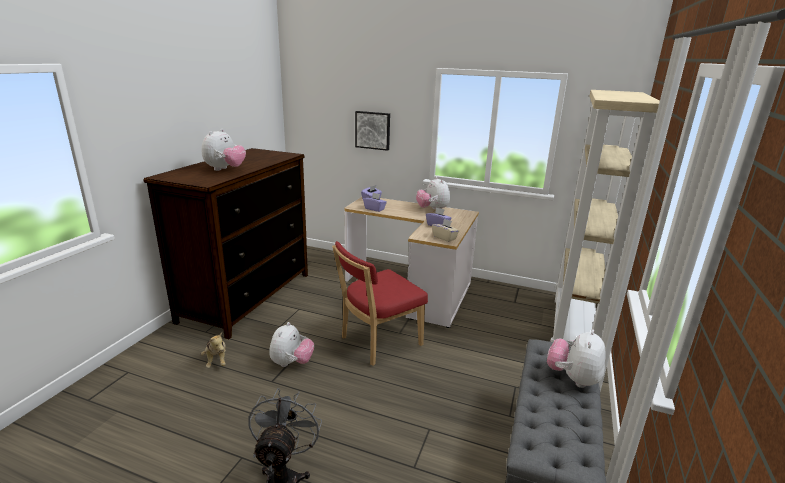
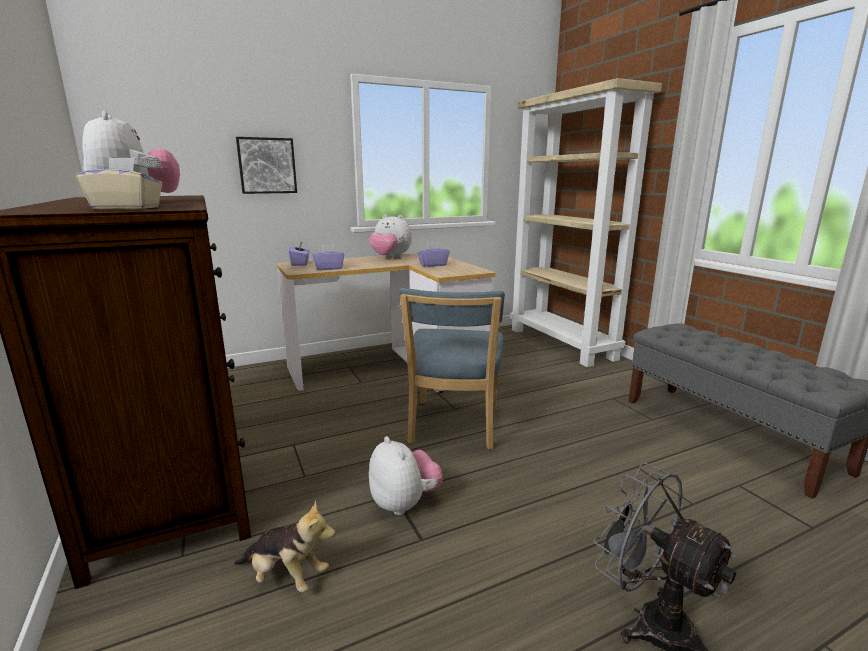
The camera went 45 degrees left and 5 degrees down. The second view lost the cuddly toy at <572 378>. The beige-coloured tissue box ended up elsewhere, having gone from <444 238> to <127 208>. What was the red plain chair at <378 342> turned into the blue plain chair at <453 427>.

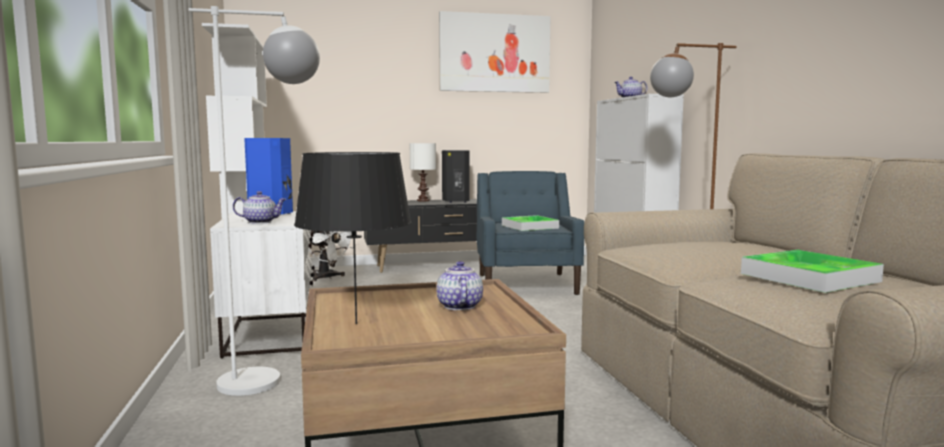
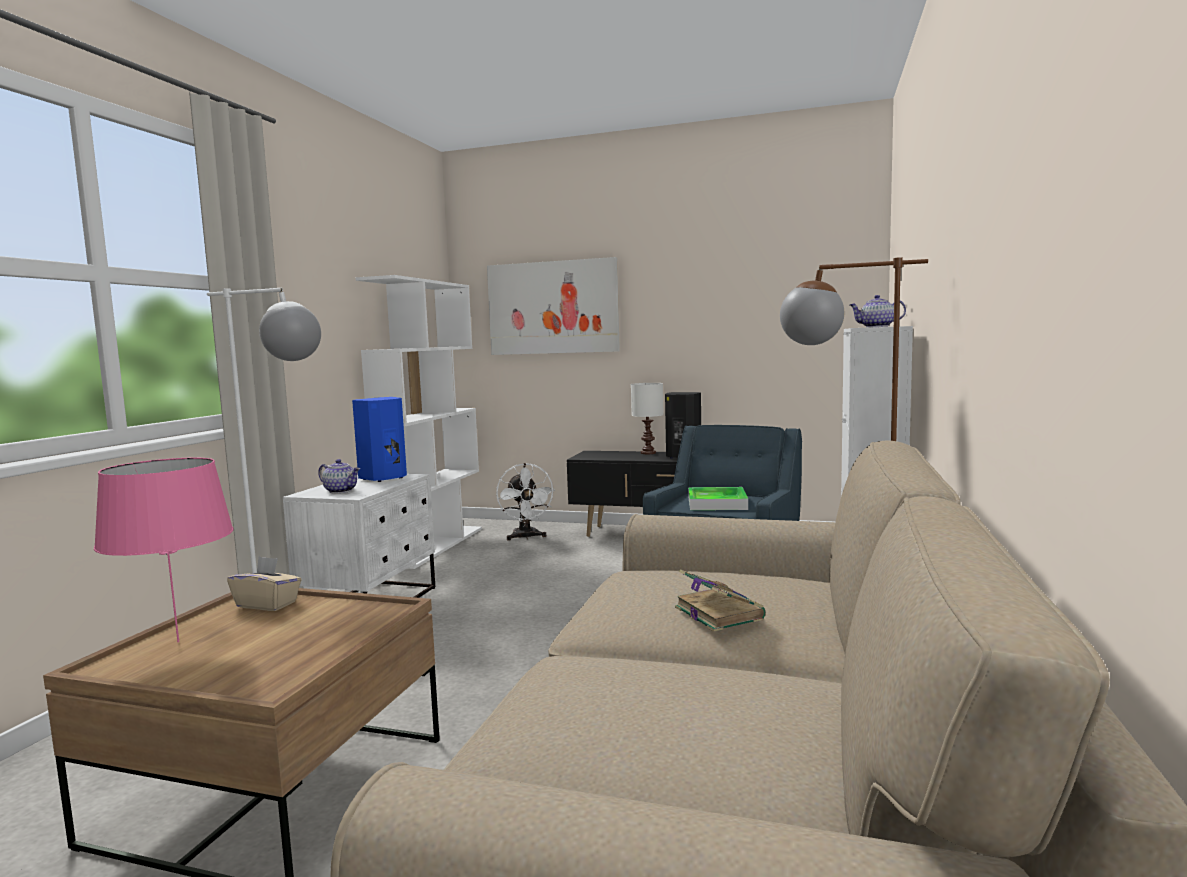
The camera went 30 degrees right and 0 degrees up. The second view lost the pot for tea at <458 306>. The second view lost the carrying tray at <809 277>. The second view gained the beige-coloured tissue box at <267 604>. The second view gained the volume at <717 613>. The picture ended up elsewhere, having gone from <494 53> to <553 307>. What was the blackish tabletop lamp at <356 324> turned into the pink tabletop lamp at <177 642>.

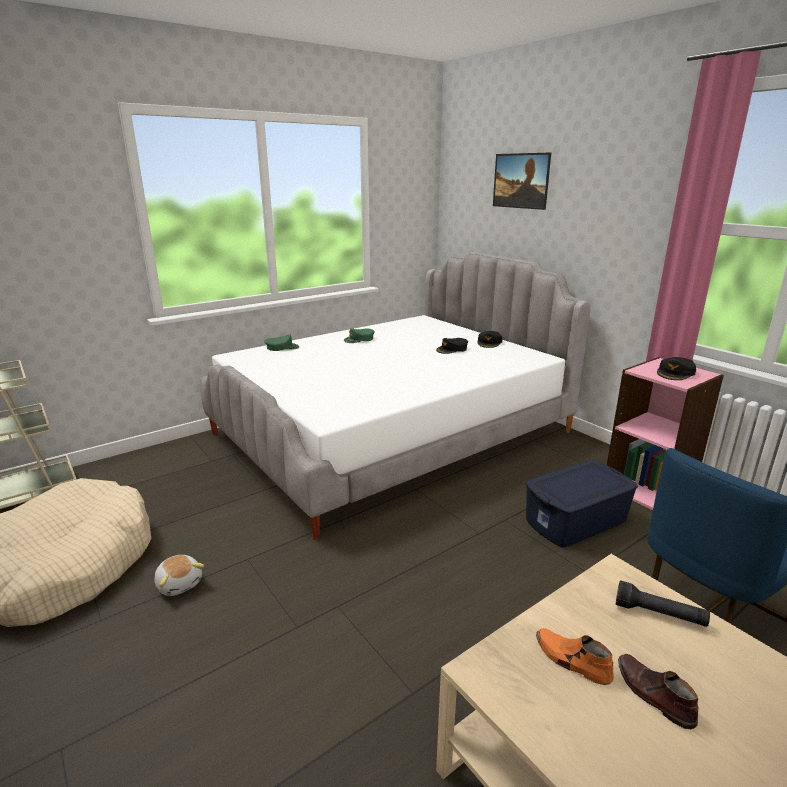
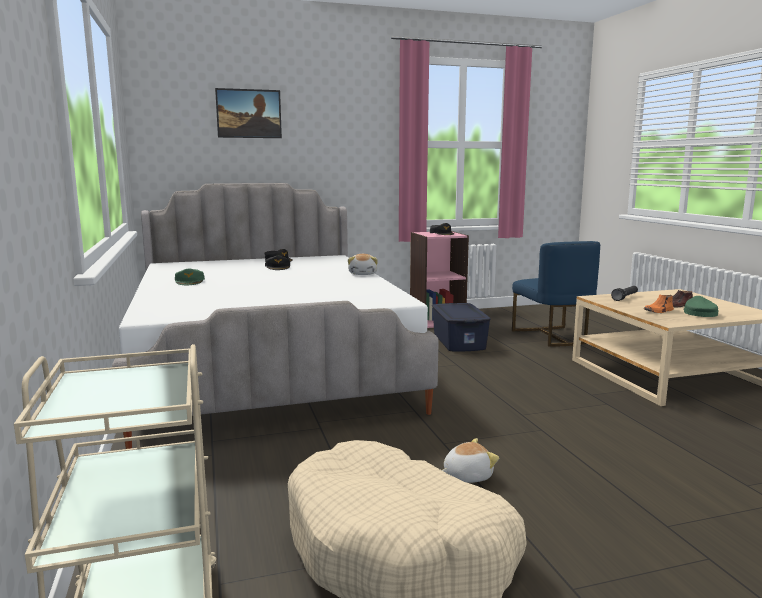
The camera went 70 degrees left and 10 degrees down. The second view gained the cuddly toy at <363 274>. The green-coloured peaked cap ended up elsewhere, having gone from <282 347> to <699 313>.

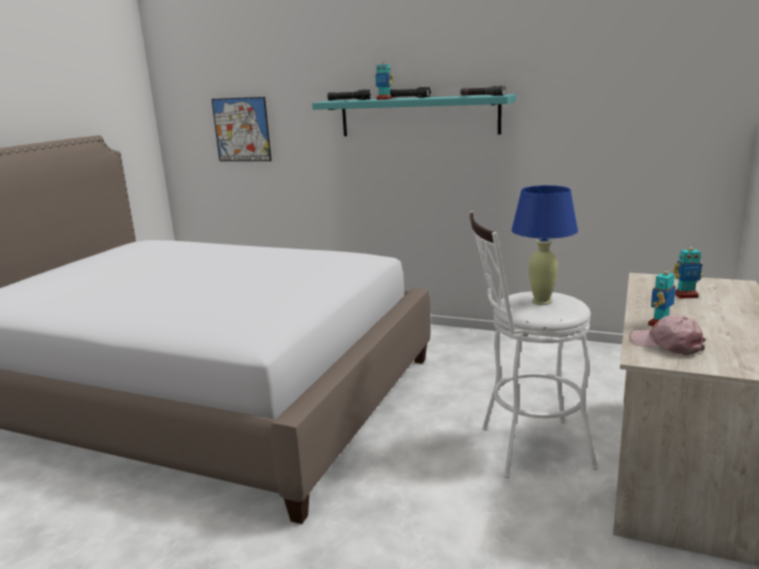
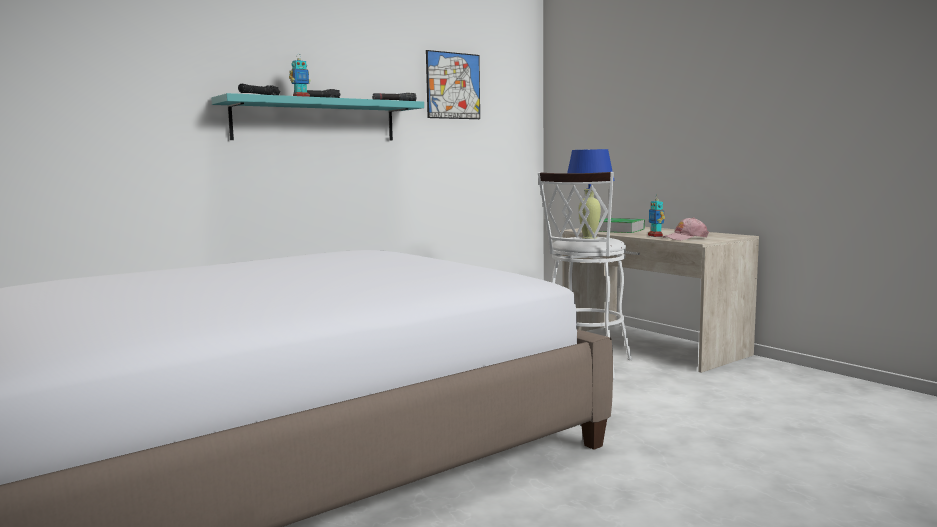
The camera went 60 degrees left and 10 degrees down. The picture ended up elsewhere, having gone from <241 129> to <453 85>. Where the model robot stood at <686 296>, the volume came to stand at <619 230>.

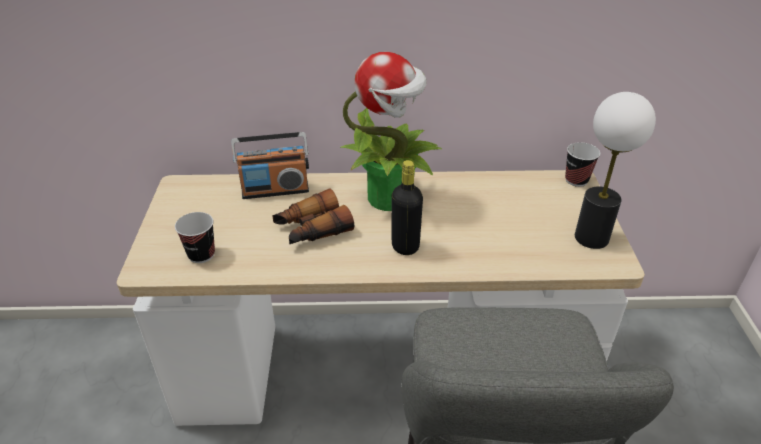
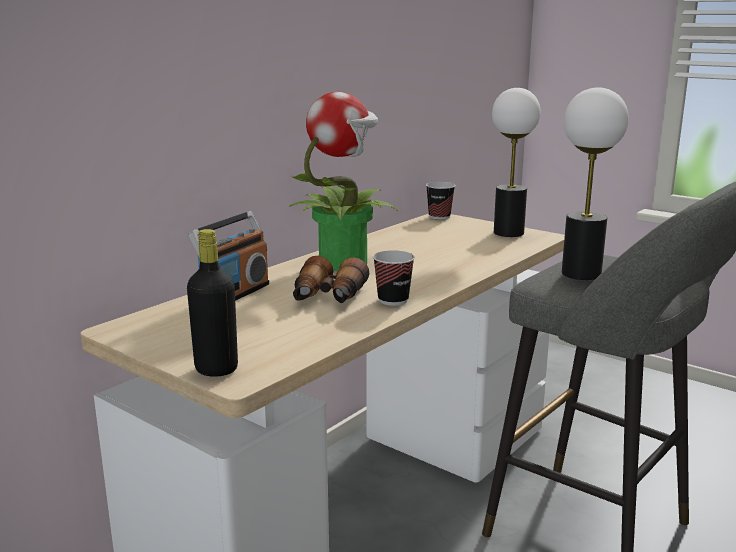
The camera went 50 degrees left and 20 degrees down. The second view gained the tabletop lamp at <580 274>. The cup ended up elsewhere, having gone from <201 255> to <393 300>. The blackish beverage bottle ended up elsewhere, having gone from <405 246> to <216 369>.

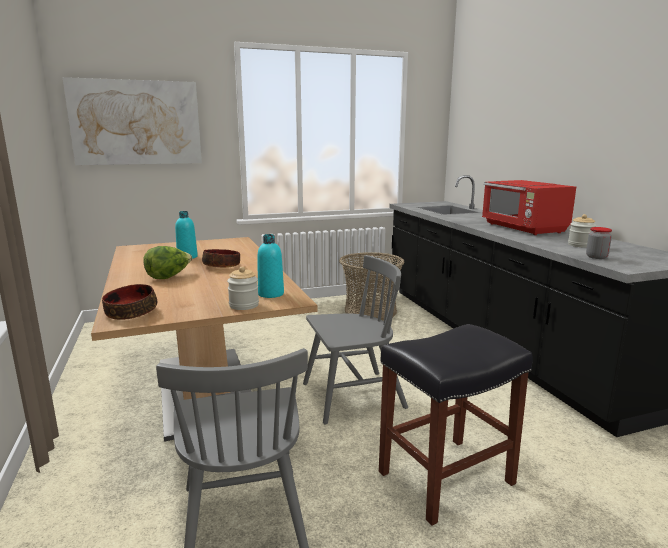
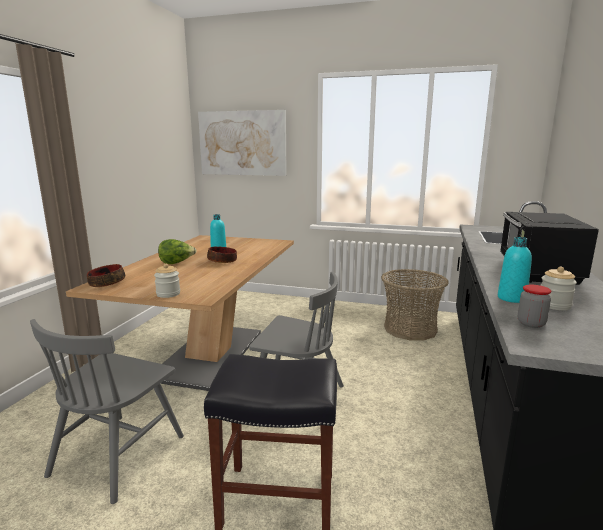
The camera went 35 degrees right and 0 degrees up. The turquoise-coloured beverage bottle ended up elsewhere, having gone from <271 294> to <511 298>. What was the red microwave at <523 228> turned into the blackish microwave at <537 272>.

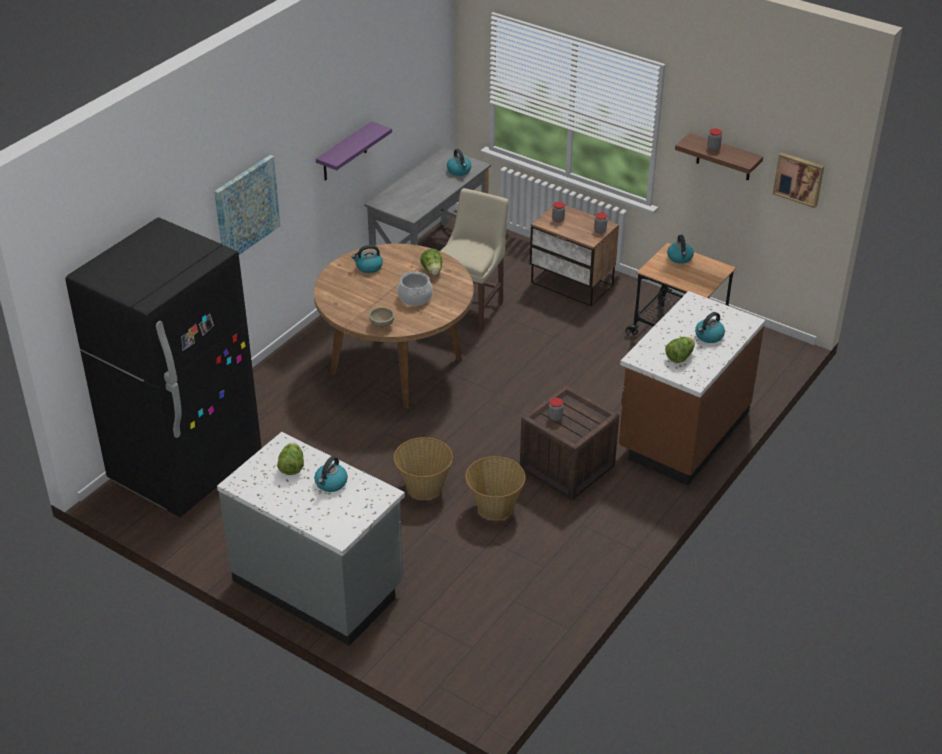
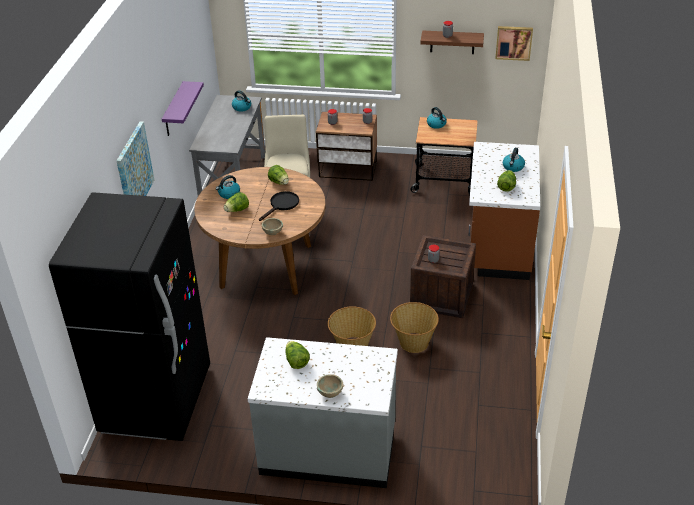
The camera went 25 degrees left and 0 degrees up. The second view lost the water kettle at <331 483>. The second view gained the lettuce at <237 210>. The second view gained the beige-coloured deep dish at <330 393>. Where the cooking pot stood at <415 297>, the blackish skillet came to stand at <282 205>.

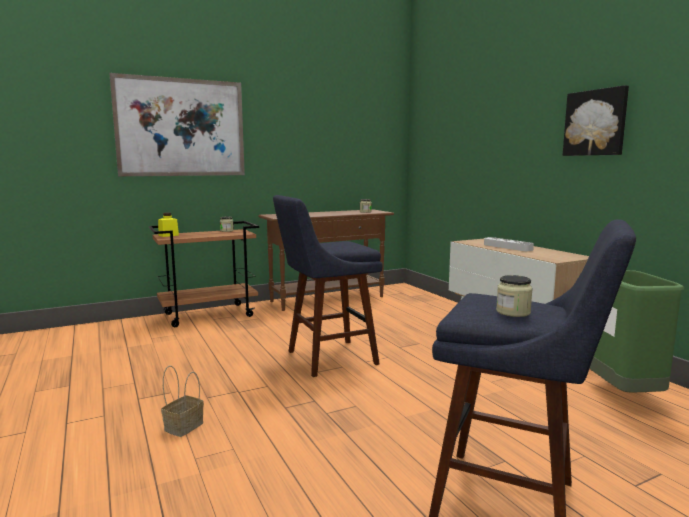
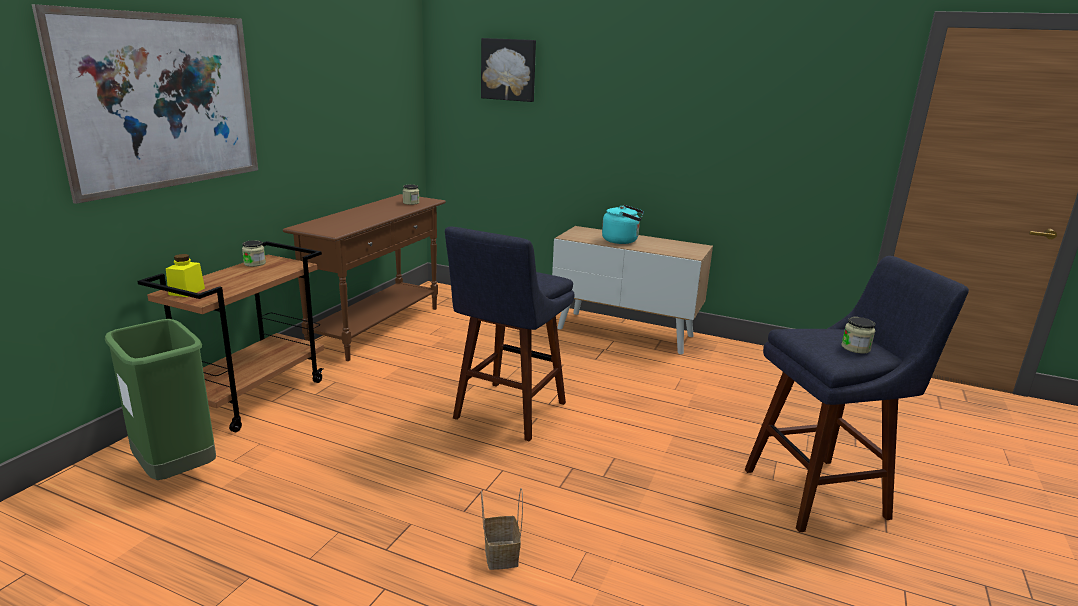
The camera went 40 degrees left and 10 degrees up. The picture ended up elsewhere, having gone from <595 123> to <509 69>. The green-coloured rubbish bin ended up elsewhere, having gone from <623 394> to <177 471>. Where the gray carrying tray stood at <507 247>, the turquoise-coloured water kettle came to stand at <622 241>.

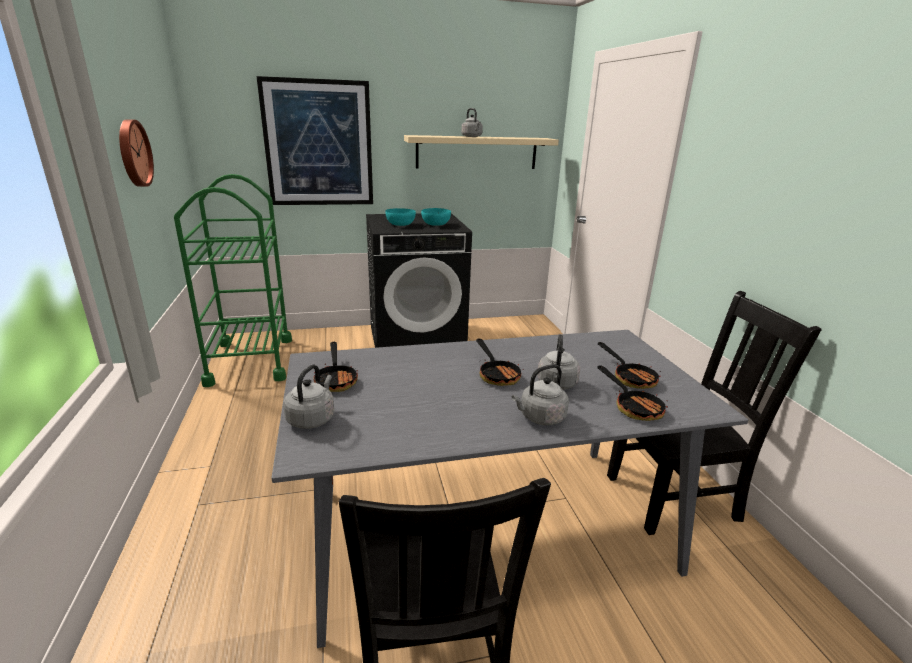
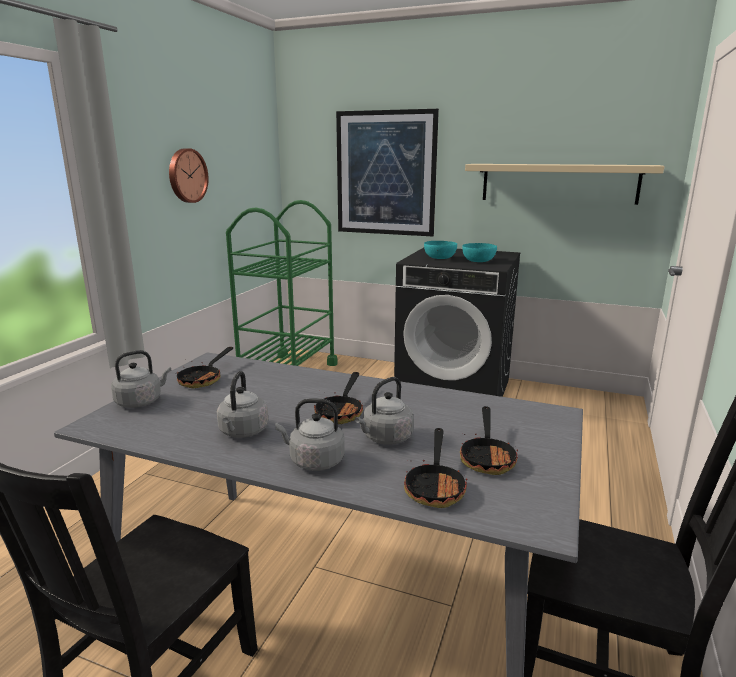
The camera went 35 degrees right and 5 degrees down. The gray water kettle ended up elsewhere, having gone from <472 136> to <242 432>.

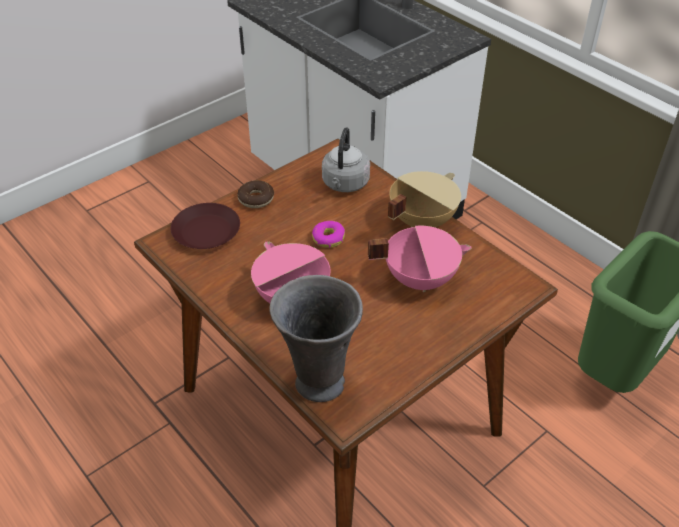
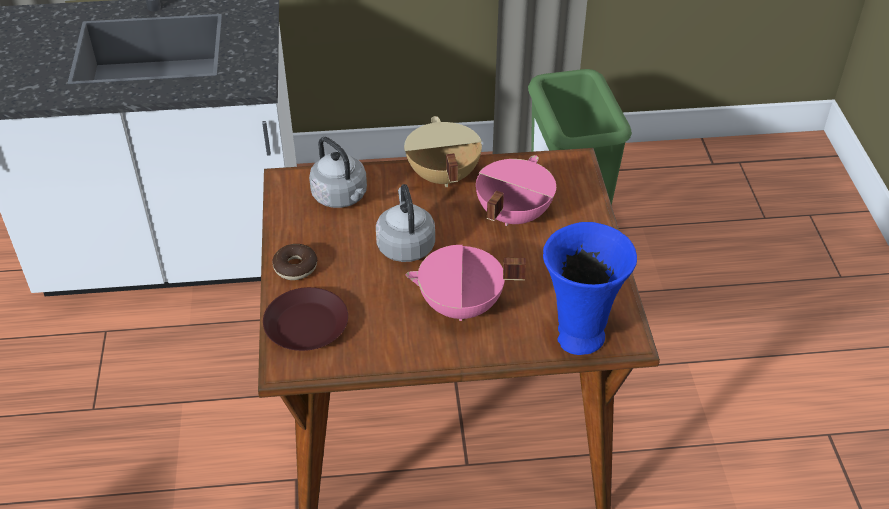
The camera went 55 degrees left and 0 degrees up. Where the doughnut stood at <328 238>, the gray water kettle came to stand at <405 245>. What was the gray vase at <318 383> turned into the blue vase at <578 338>.

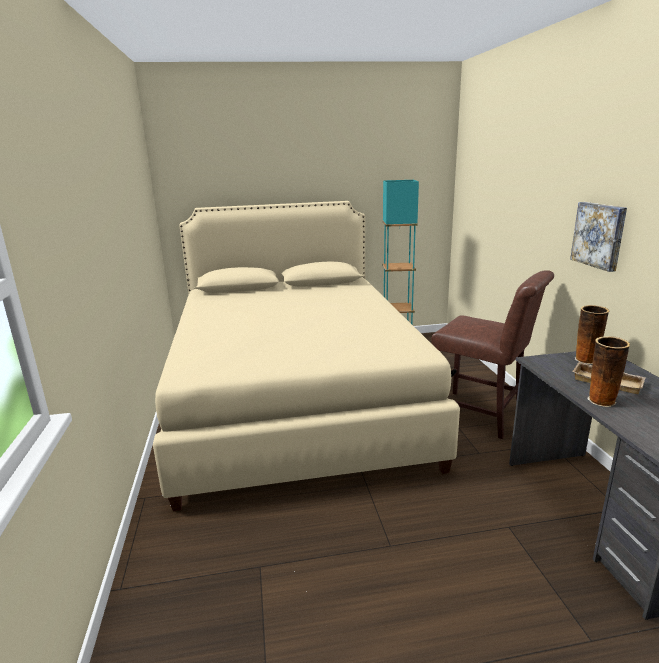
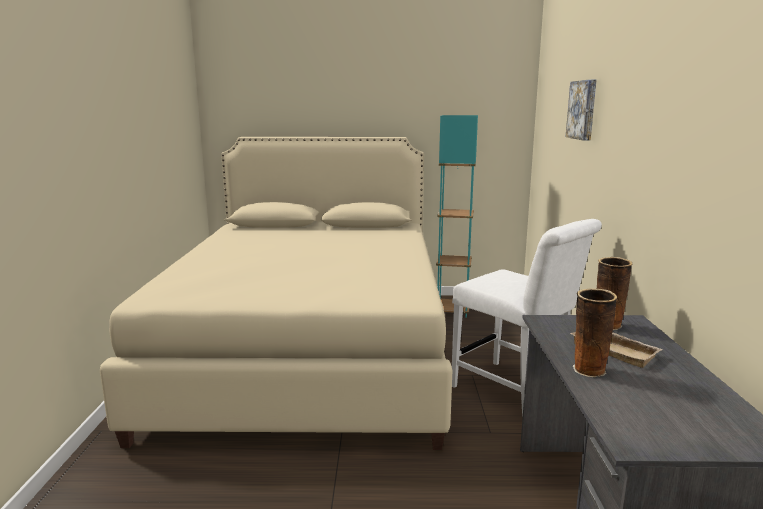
The camera went 10 degrees right and 5 degrees down. The picture ended up elsewhere, having gone from <599 235> to <583 110>. What was the brown plain chair at <481 416> turned into the whitish plain chair at <514 391>.

